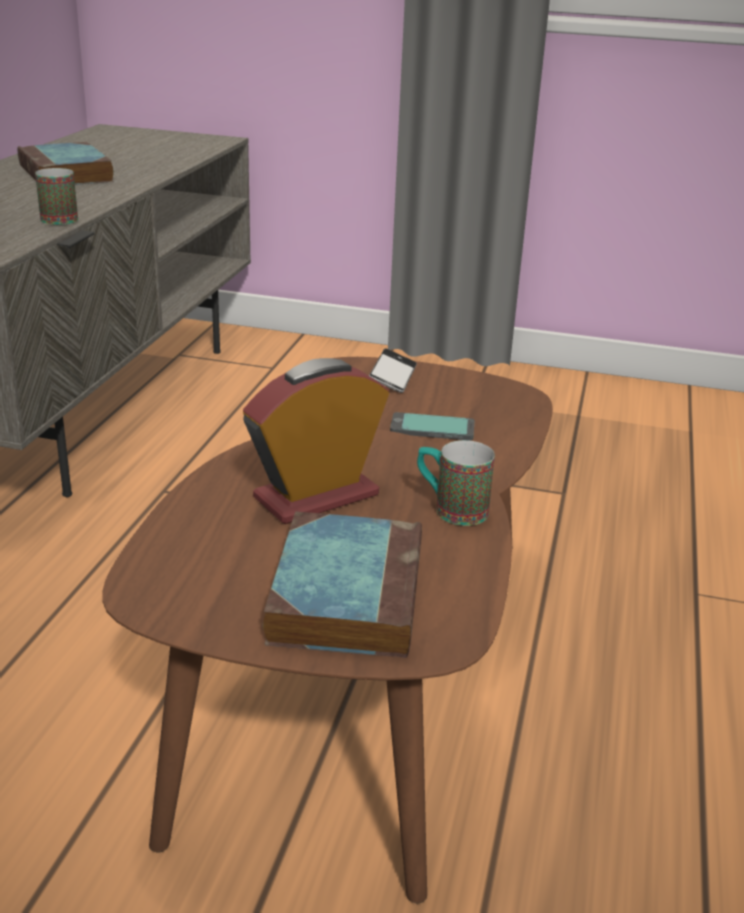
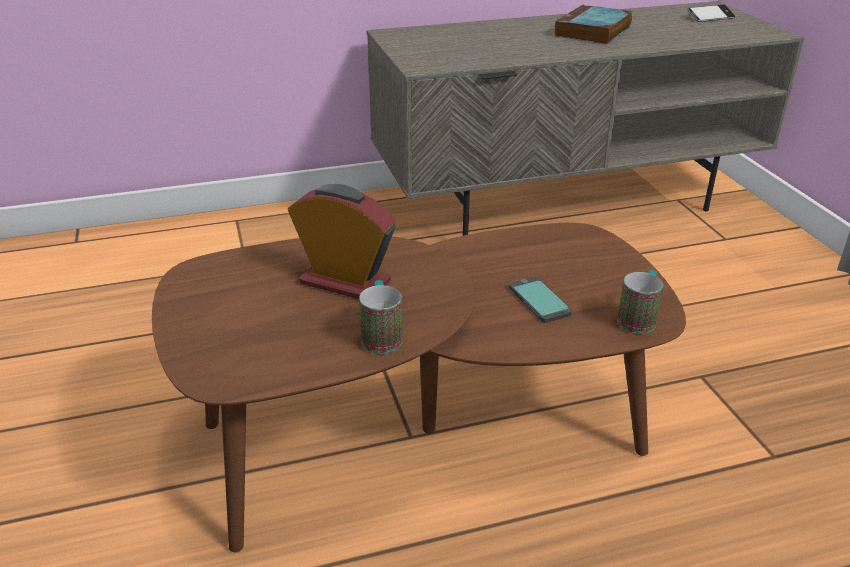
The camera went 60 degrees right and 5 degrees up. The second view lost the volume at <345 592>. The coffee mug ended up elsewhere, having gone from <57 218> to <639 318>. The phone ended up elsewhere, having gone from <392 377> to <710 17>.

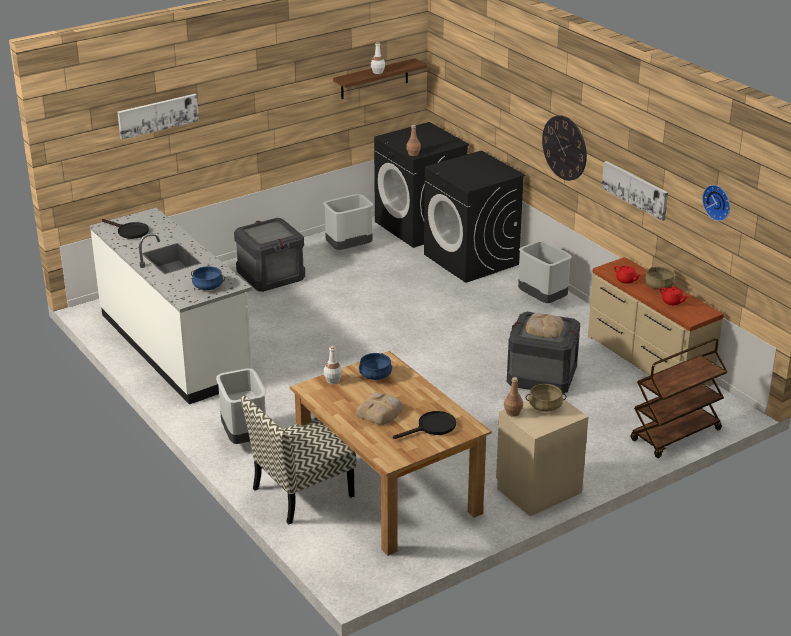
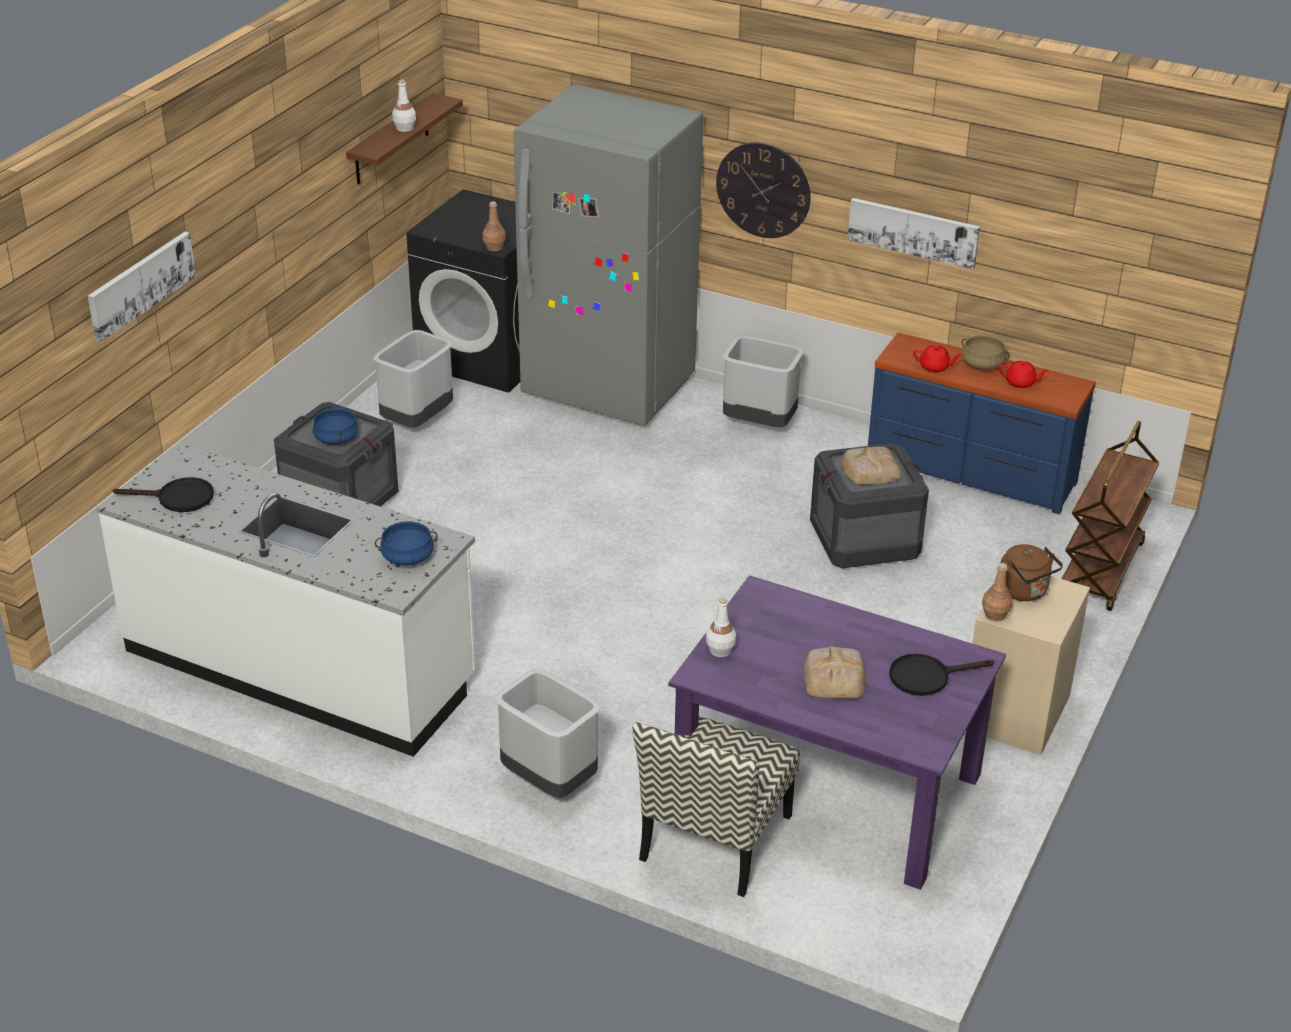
The camera went 30 degrees left and 5 degrees up. The second view lost the wall clock at <718 202>. The blue cooking pot ended up elsewhere, having gone from <375 375> to <336 438>. Where the blackish laundry machine stood at <471 260>, the gray refrigerator came to stand at <608 388>. Where the beige-coloured cooking pot stood at <545 407>, the brown water kettle came to stand at <1025 592>. What was the brown kitchen table at <389 490> turned into the purple kitchen table at <830 787>. What was the beige-coloured drawer chest at <647 360> turned into the blue drawer chest at <970 473>. The blackish skillet at <432 427> ended up facing another way, 135 degrees counterclockwise from before.

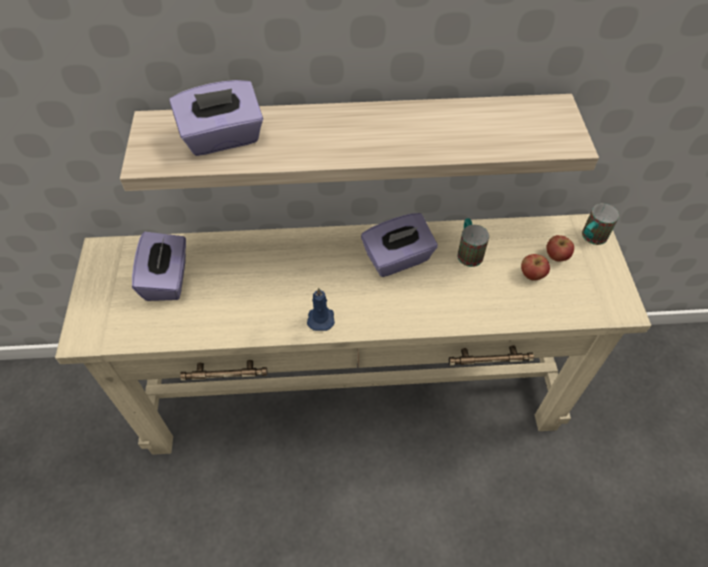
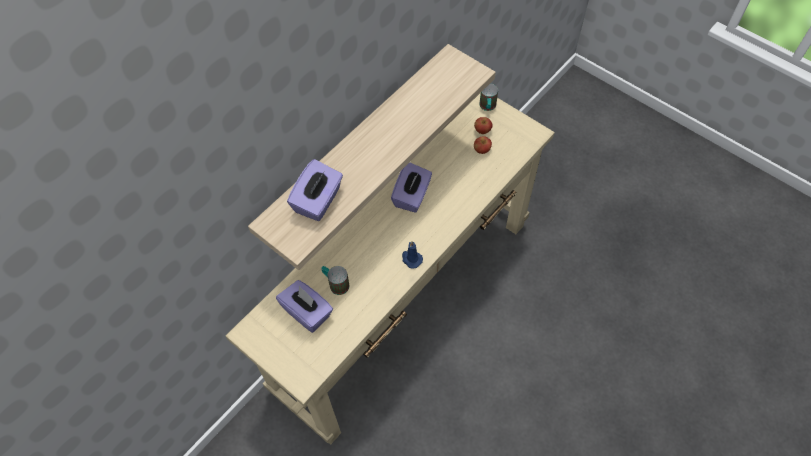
The camera went 45 degrees left and 5 degrees up. The coffee mug ended up elsewhere, having gone from <468 251> to <335 284>.

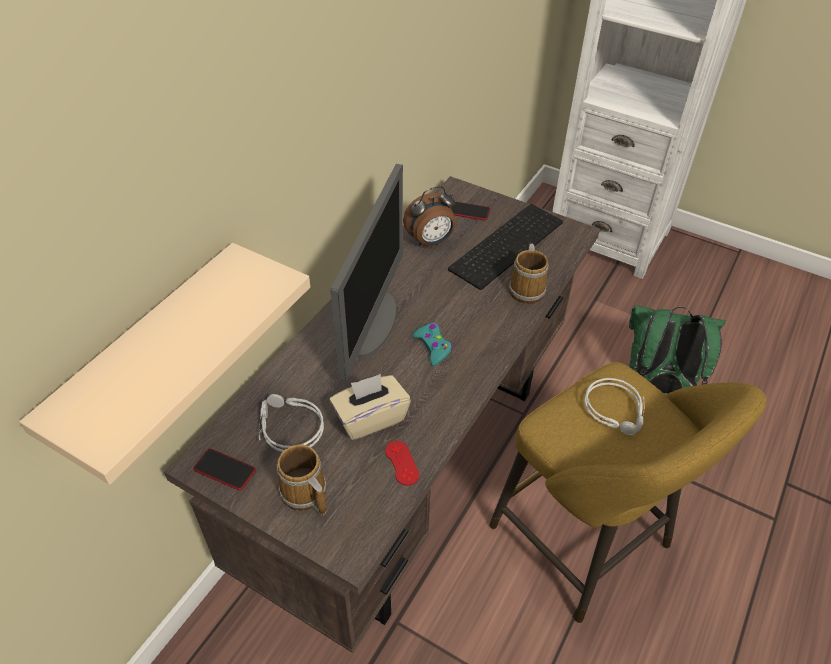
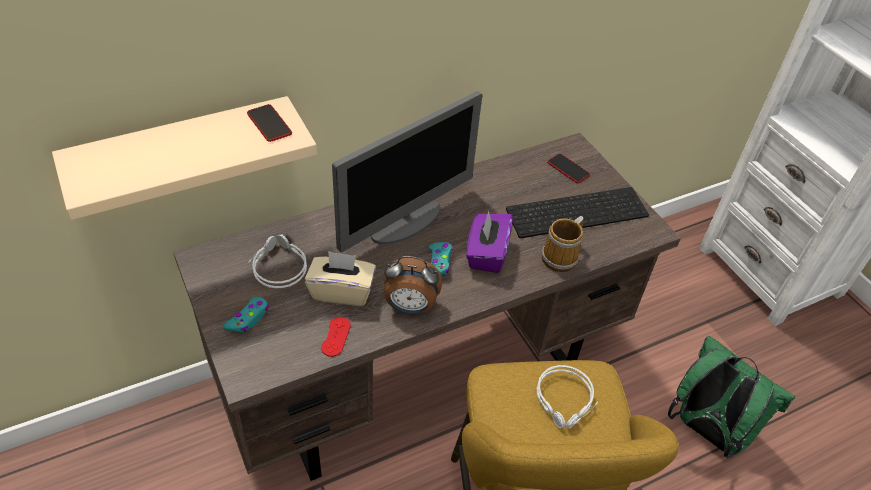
The camera went 30 degrees right and 0 degrees up. The second view gained the purple tissue box at <486 254>. The phone ended up elsewhere, having gone from <224 470> to <269 124>. The alarm clock ended up elsewhere, having gone from <430 242> to <410 307>. Where the coffee mug stood at <304 494>, the turquoise-coloured game controller came to stand at <248 319>.

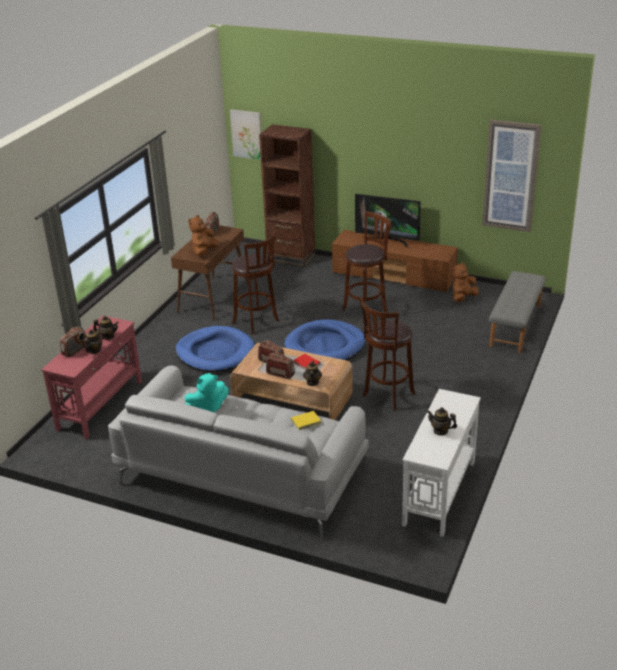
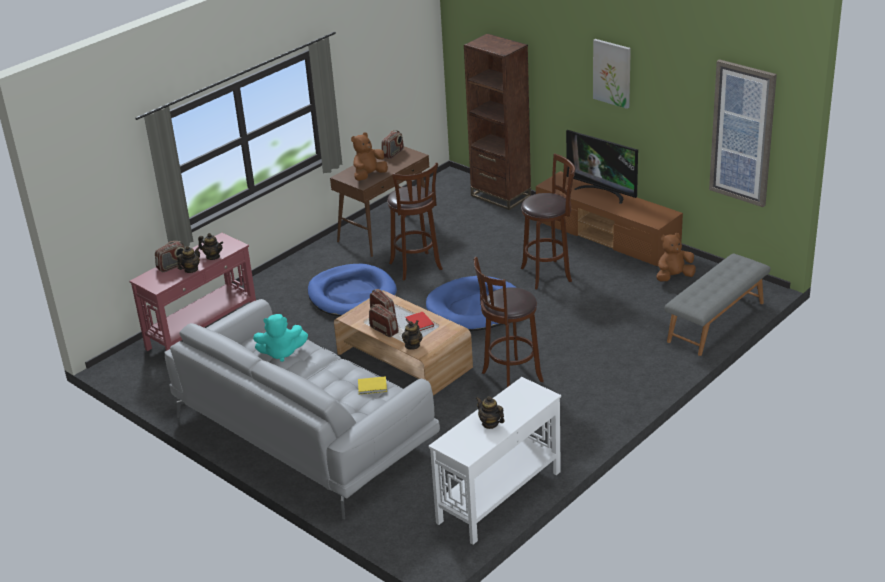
The camera went 20 degrees right and 0 degrees up. The picture ended up elsewhere, having gone from <247 134> to <612 73>.

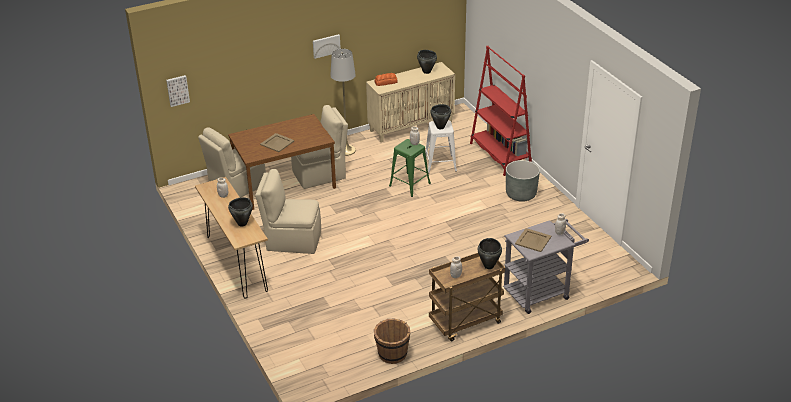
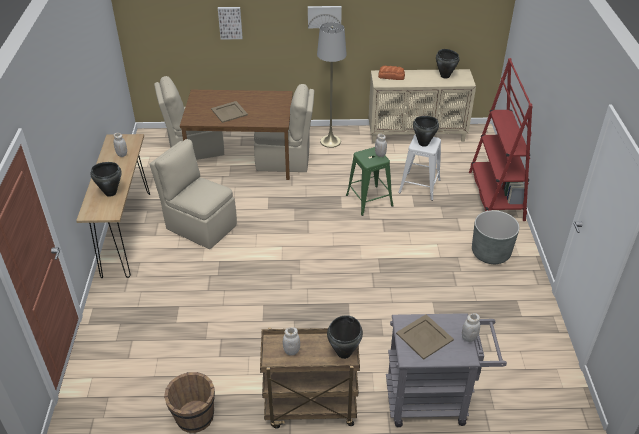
The camera went 25 degrees right and 5 degrees up. The picture ended up elsewhere, having gone from <177 90> to <230 22>.

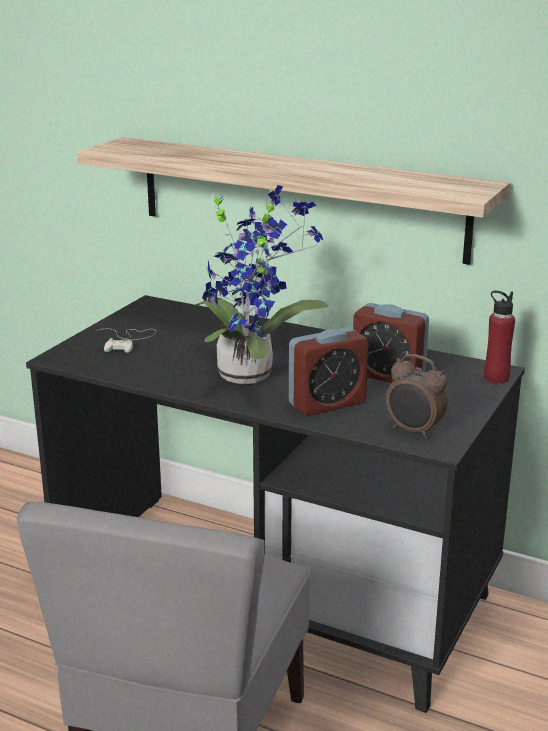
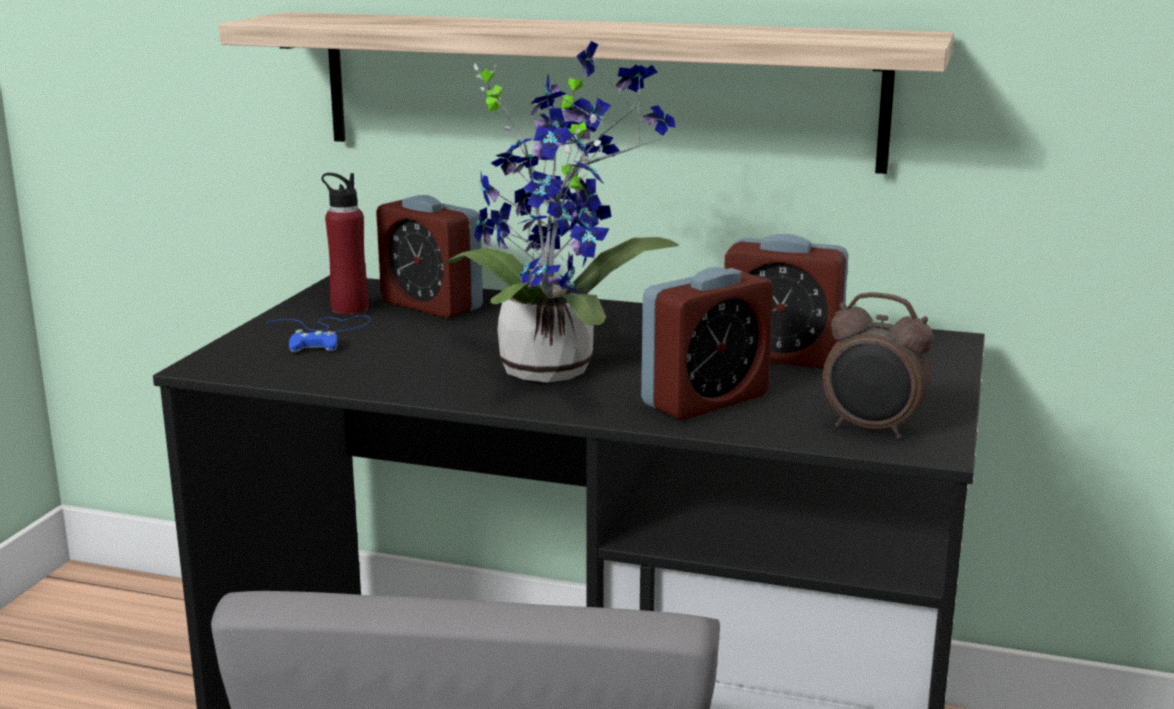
The camera went 10 degrees left and 5 degrees down. The second view gained the alarm clock at <431 305>. The red beverage bottle ended up elsewhere, having gone from <496 378> to <349 308>. What was the whitish game controller at <128 340> turned into the blue game controller at <325 335>.

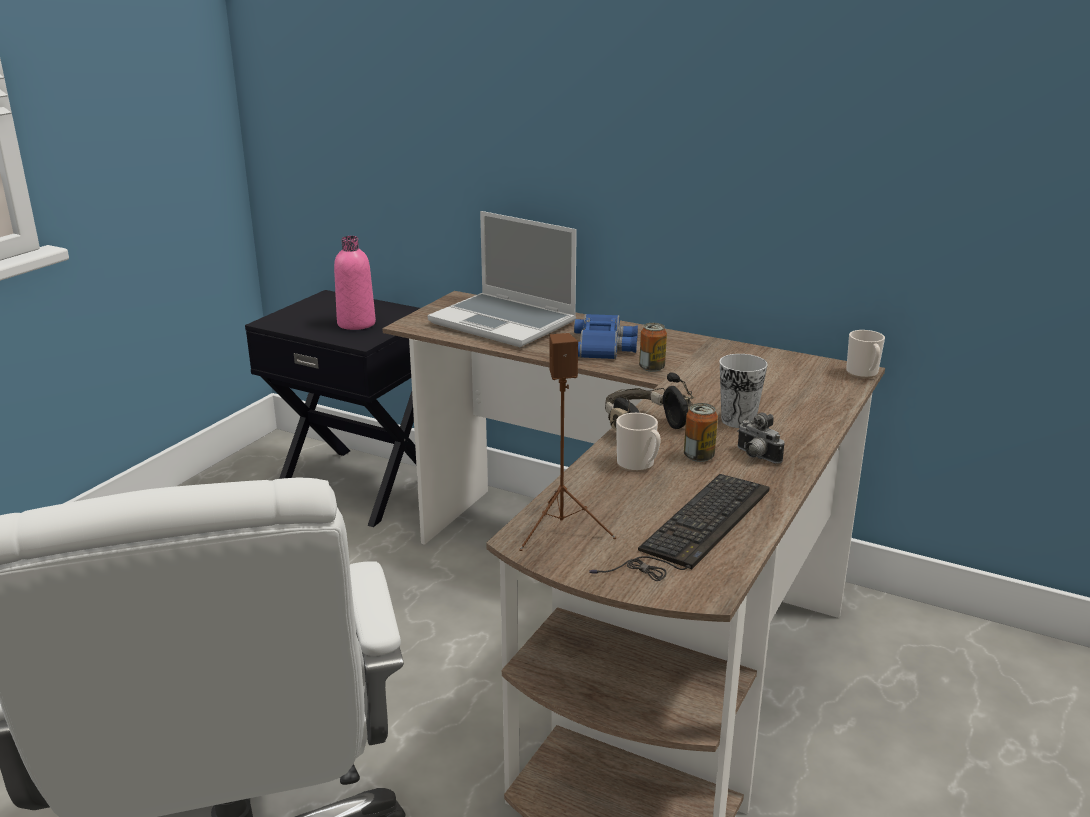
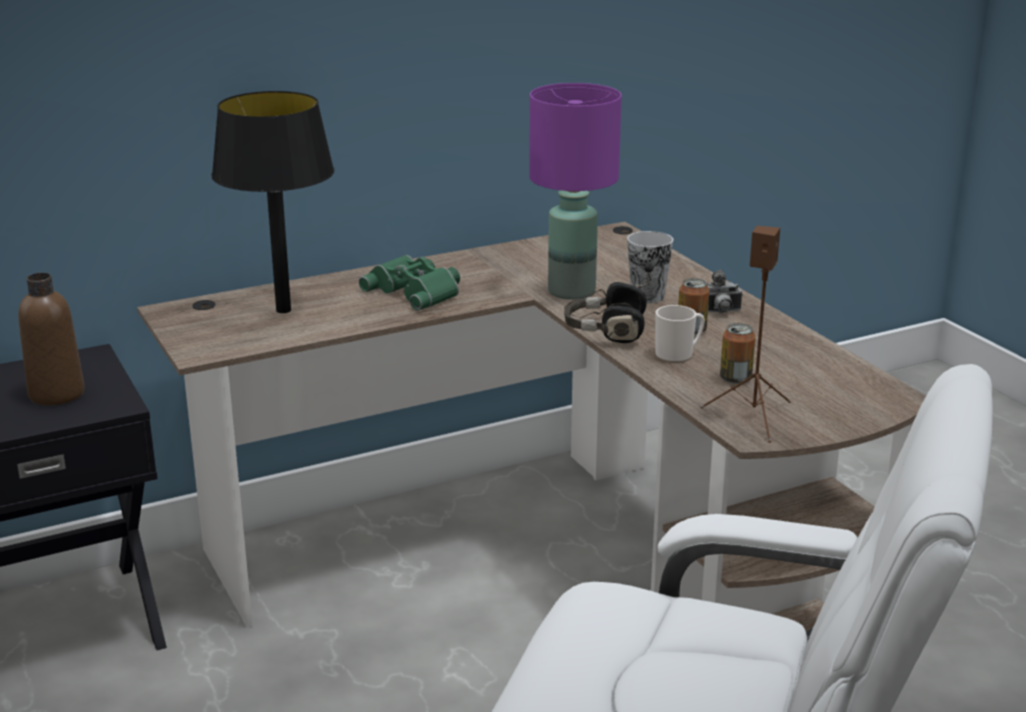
The camera went 55 degrees left and 0 degrees up. The second view lost the keyboard at <692 529>. The second view lost the coffee mug at <863 374>. The second view gained the purple tabletop lamp at <572 291>. The can ended up elsewhere, having gone from <652 368> to <735 379>. Where the laptop stood at <505 322>, the blackish tabletop lamp came to stand at <284 310>. What was the pink beverage bottle at <356 324> turned into the brown beverage bottle at <56 394>. What was the blue binoculars at <604 346> turned into the green-coloured binoculars at <416 291>.

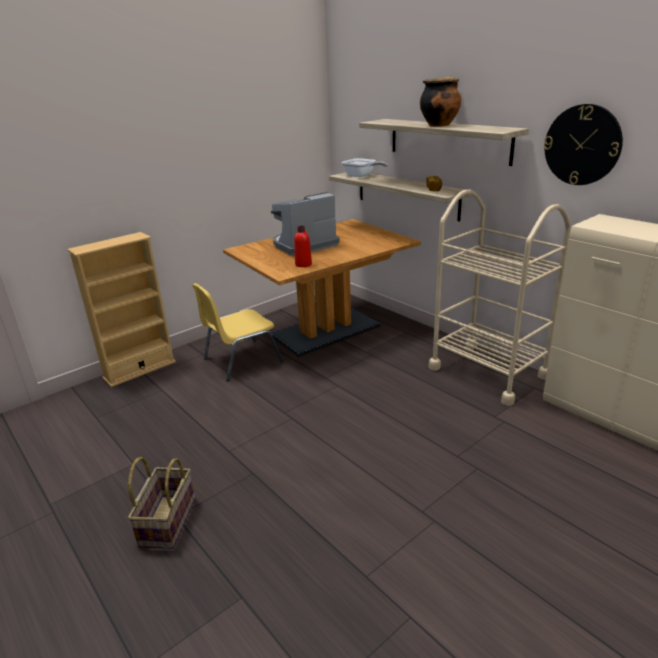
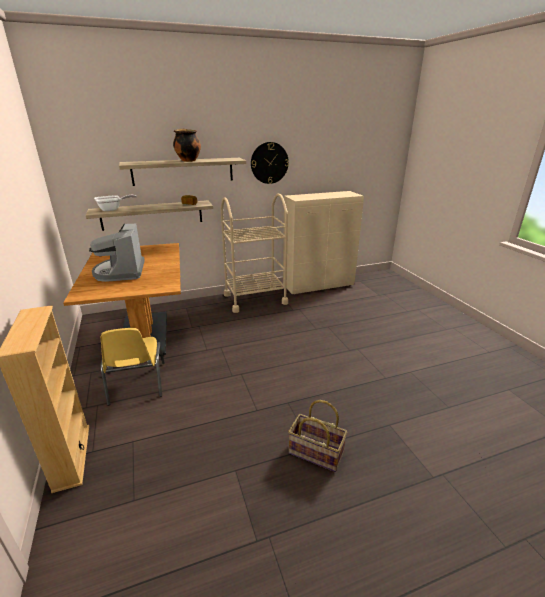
The camera went 70 degrees left and 0 degrees up. The second view lost the red beverage bottle at <303 264>.

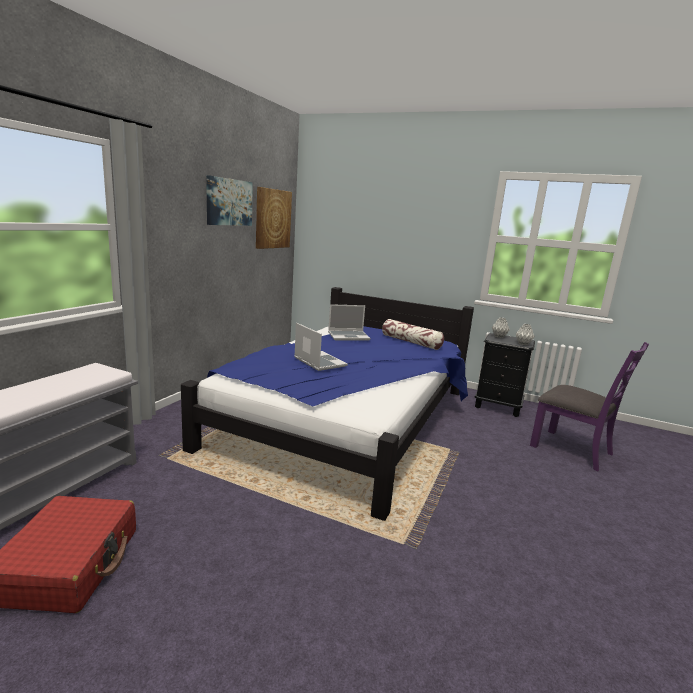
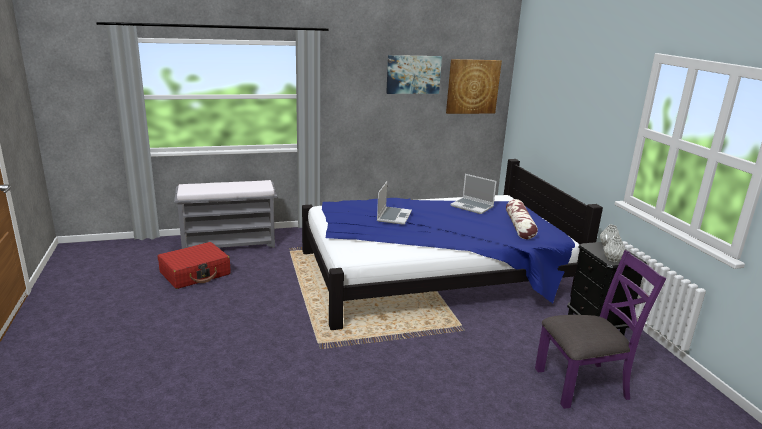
The camera went 50 degrees right and 5 degrees up. The purple plain chair at <572 449> ended up facing another way, 105 degrees counterclockwise from before.

